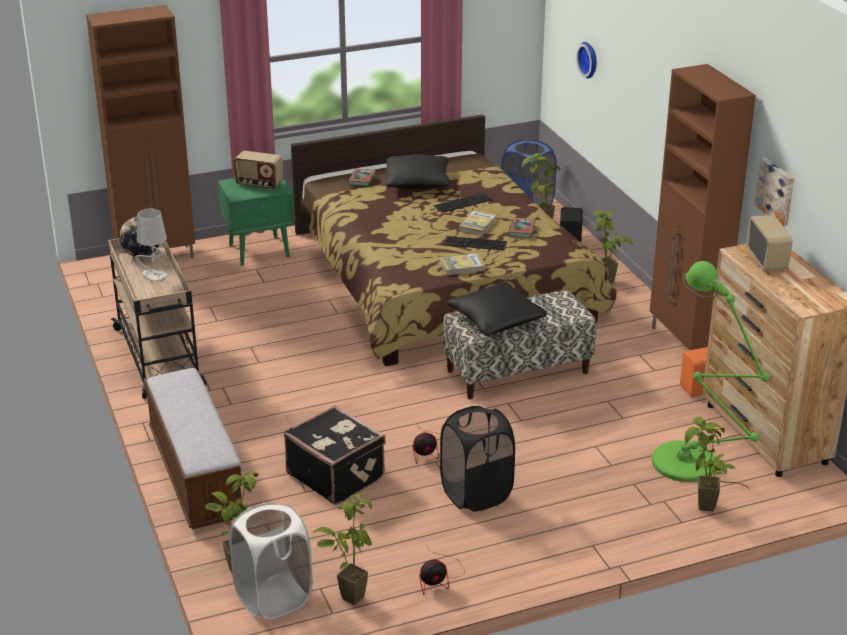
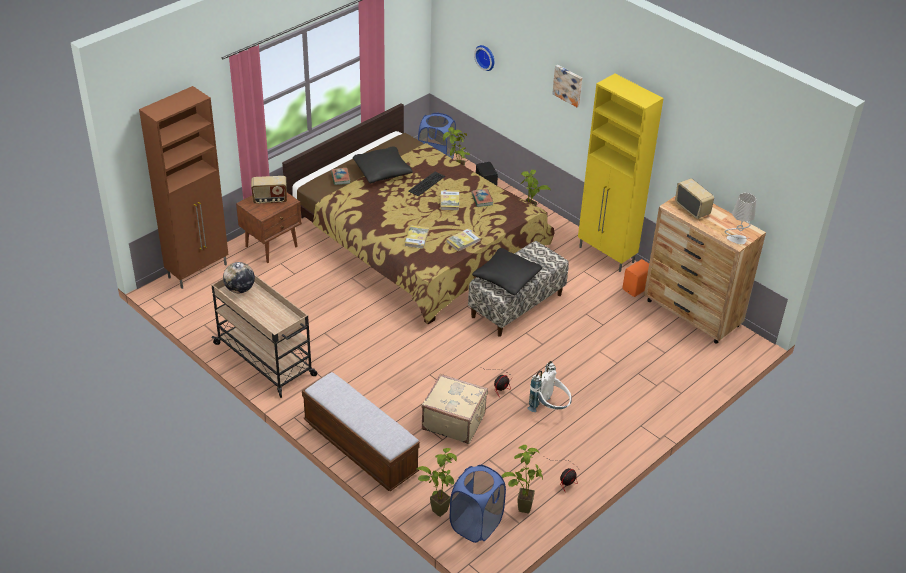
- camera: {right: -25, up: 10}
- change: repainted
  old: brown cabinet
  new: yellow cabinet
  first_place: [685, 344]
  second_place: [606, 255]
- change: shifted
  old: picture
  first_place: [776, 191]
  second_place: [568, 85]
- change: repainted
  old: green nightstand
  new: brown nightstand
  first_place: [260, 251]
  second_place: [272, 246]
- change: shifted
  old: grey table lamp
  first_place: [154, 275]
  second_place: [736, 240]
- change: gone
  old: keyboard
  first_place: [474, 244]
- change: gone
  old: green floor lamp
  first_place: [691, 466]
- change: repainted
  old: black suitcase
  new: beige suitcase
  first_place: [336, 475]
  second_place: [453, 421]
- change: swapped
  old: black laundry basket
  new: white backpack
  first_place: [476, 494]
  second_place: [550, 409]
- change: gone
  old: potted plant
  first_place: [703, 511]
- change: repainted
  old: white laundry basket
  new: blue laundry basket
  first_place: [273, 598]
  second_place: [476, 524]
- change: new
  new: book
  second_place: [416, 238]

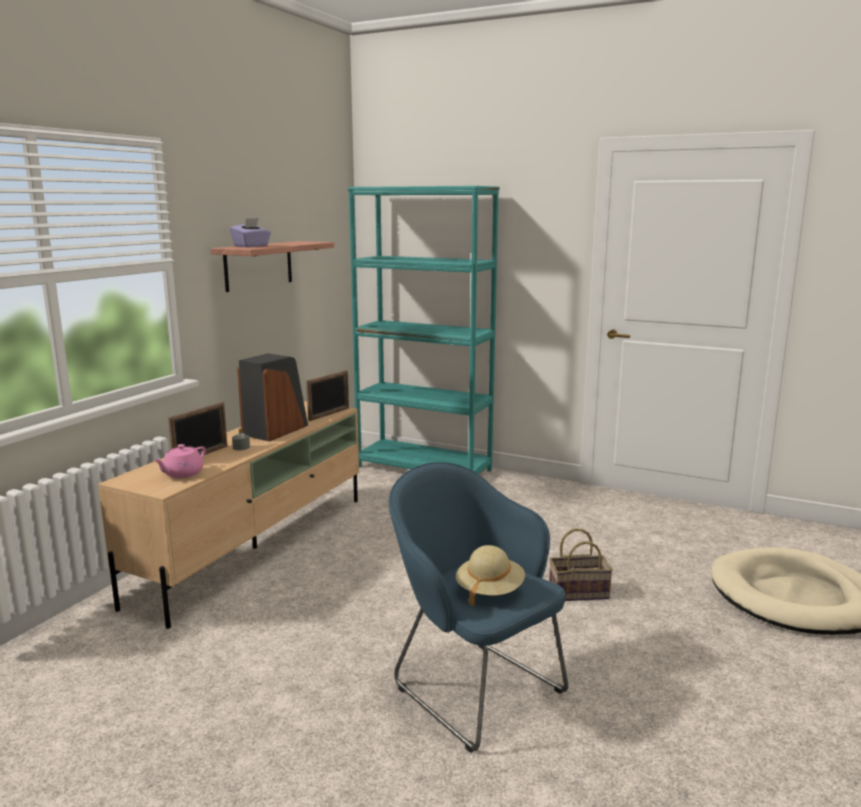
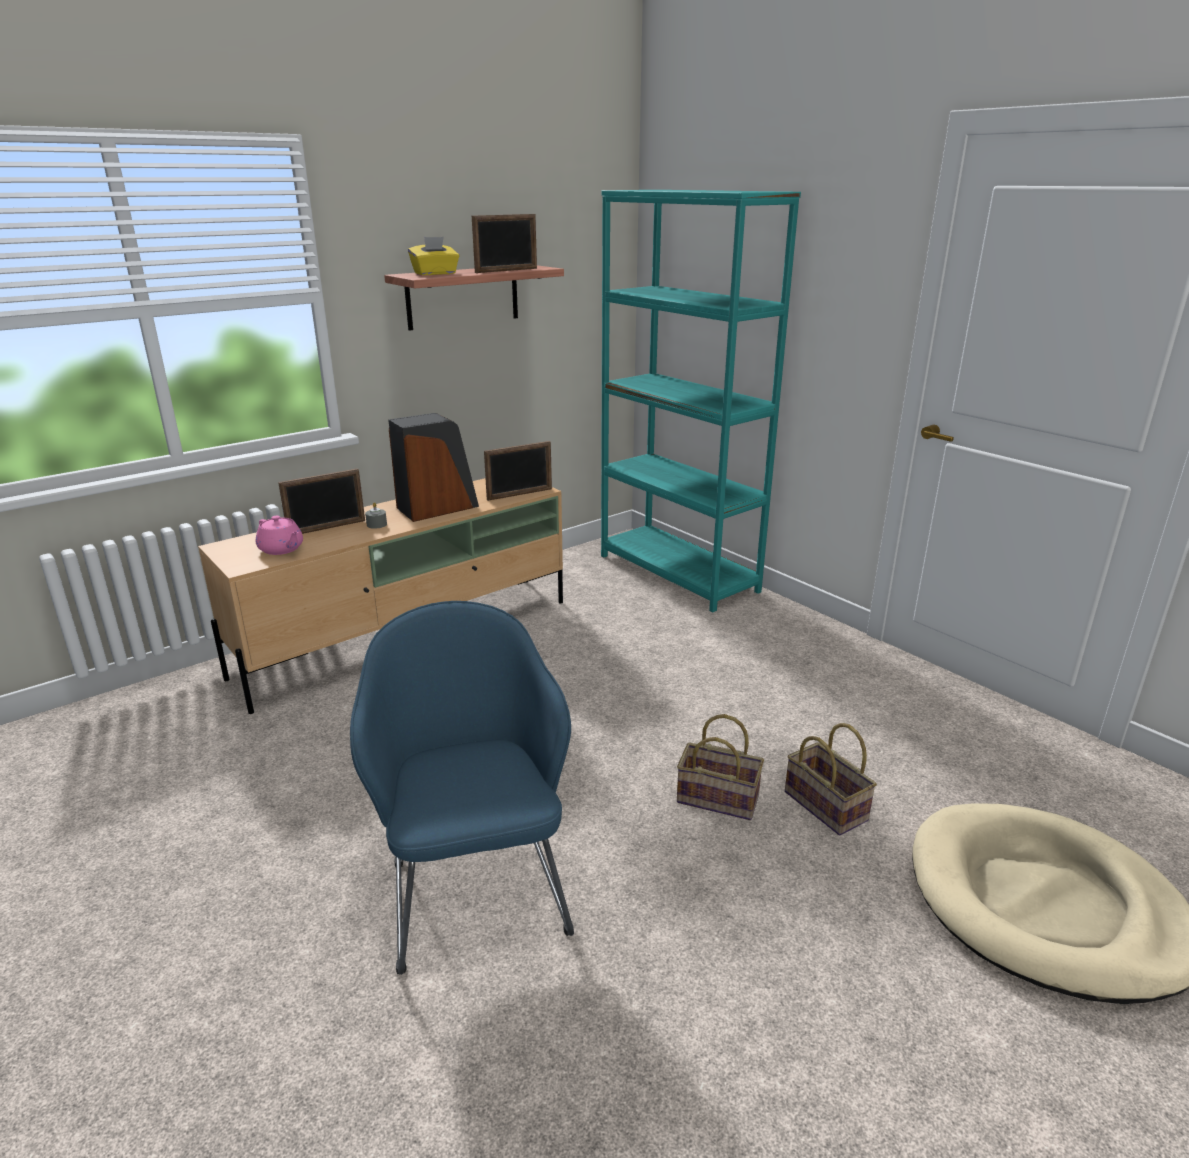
- camera: {right: 25, up: 10}
- change: repainted
  old: purple tissue box
  new: yellow tissue box
  first_place: [251, 246]
  second_place: [435, 273]
- change: rotated
  old: pink teapot
  first_place: [182, 474]
  second_place: [282, 549]
  degrees: -105
- change: gone
  old: beige hat
  first_place: [489, 590]
- change: new
  new: picture frame
  second_place: [506, 270]
- change: new
  new: basket
  second_place: [828, 806]

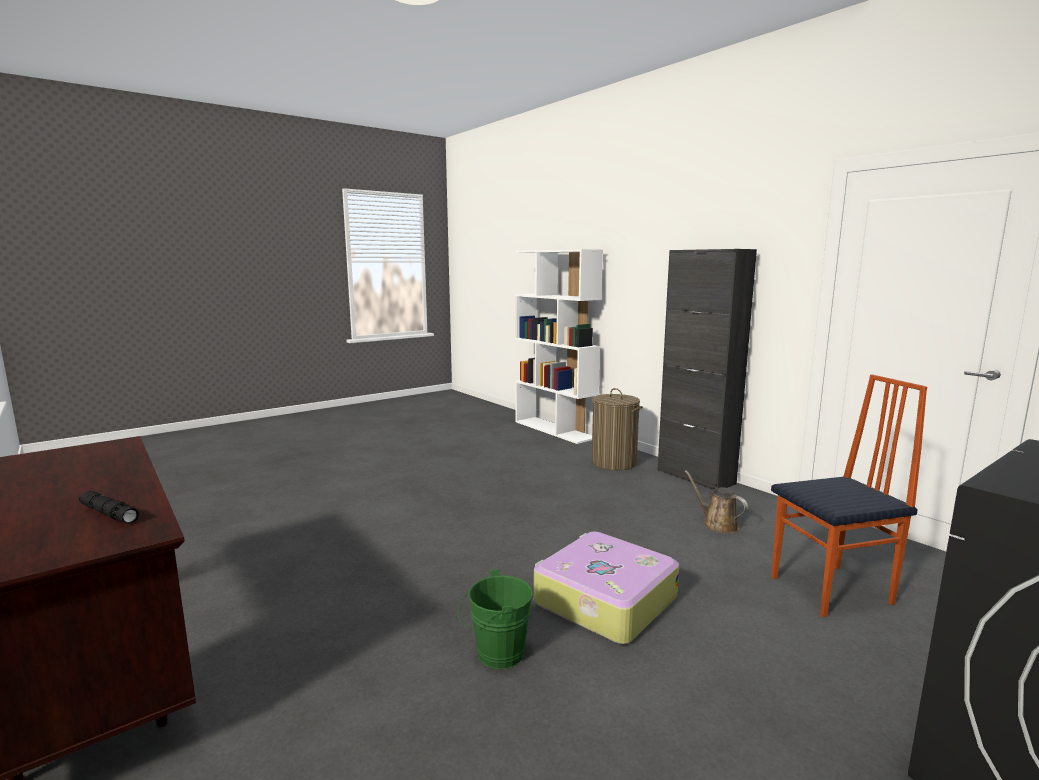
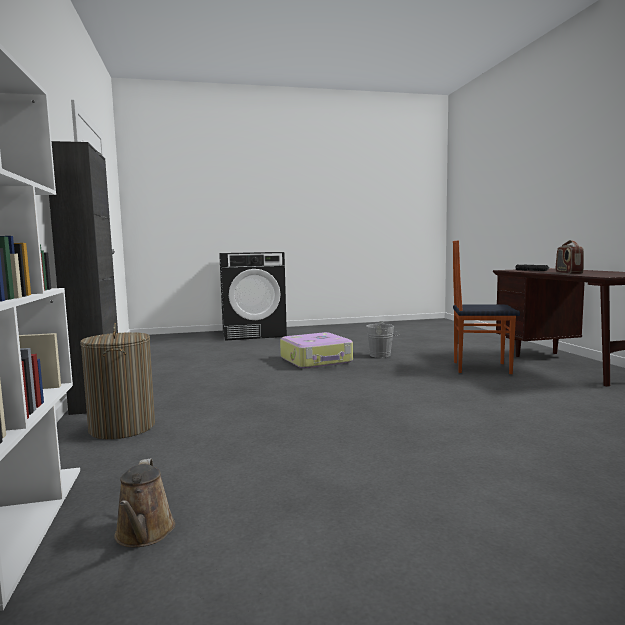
- camera: {right: -155, up: -5}
- change: shifted
  old: chair
  first_place: [832, 591]
  second_place: [480, 367]
- change: shifted
  old: brown watering can
  first_place: [717, 524]
  second_place: [144, 534]
- change: repainted
  old: green bucket
  new: grey bucket
  first_place: [495, 654]
  second_place: [382, 355]
- change: new
  new: radio
  second_place: [568, 273]

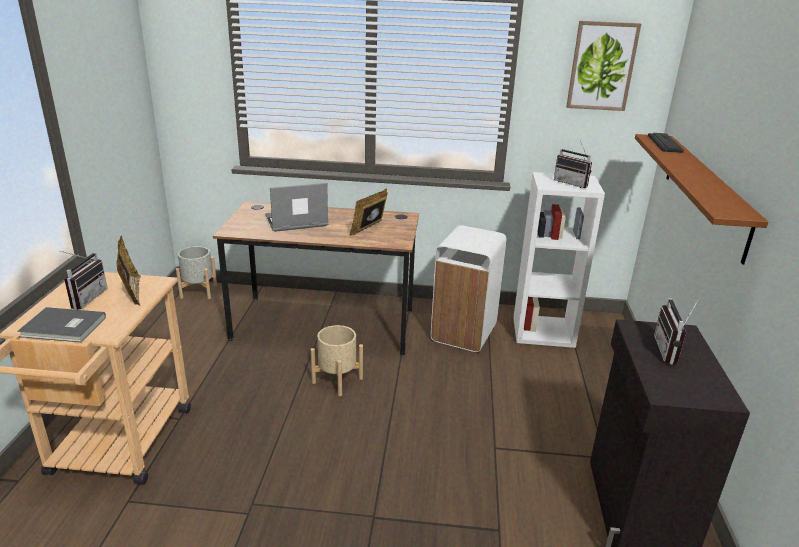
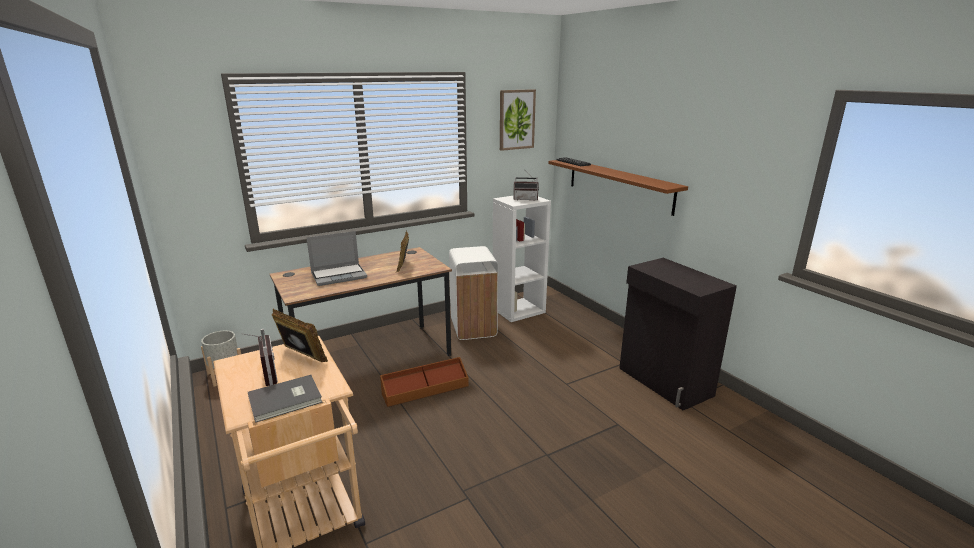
- camera: {right: -35, up: -5}
- change: rotated
  old: laptop
  first_place: [295, 222]
  second_place: [339, 275]
  degrees: -150
- change: gone
  old: radio
  first_place: [671, 351]
- change: swapped
  old: beige planter
  new: brown storage box
  first_place: [337, 380]
  second_place: [425, 389]

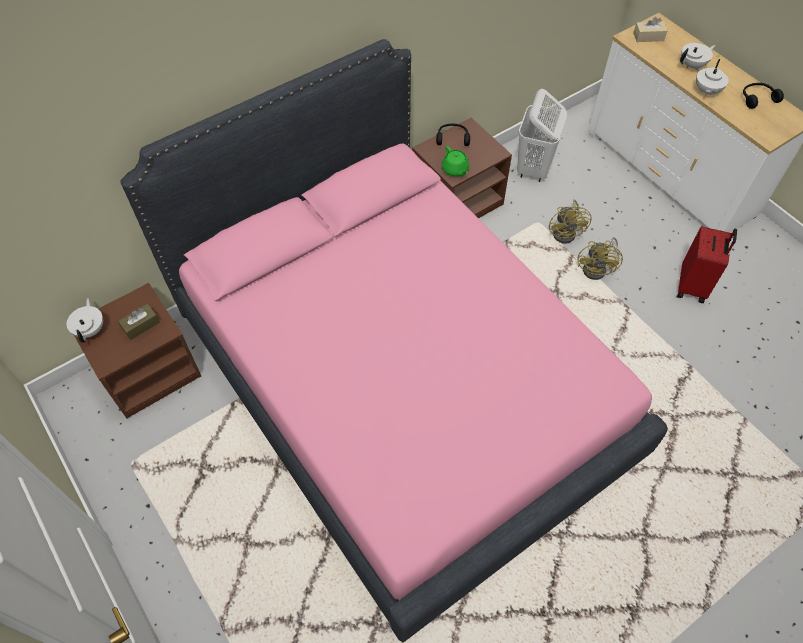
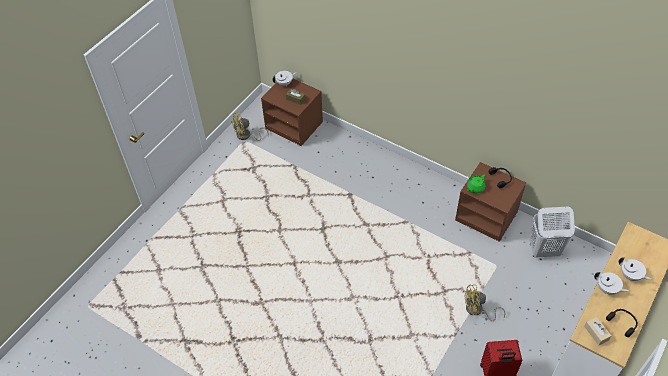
- camera: {right: 70, up: -5}
- change: shifted
  old: beige tissue box
  first_place: [648, 37]
  second_place: [596, 333]
- change: gone
  old: pink bed
  first_place: [401, 387]
- change: rotated
  old: white teapot
  first_place: [706, 91]
  second_place: [607, 289]
  degrees: -150
- change: shifted
  old: yellow fan
  first_place: [567, 232]
  second_place: [246, 136]

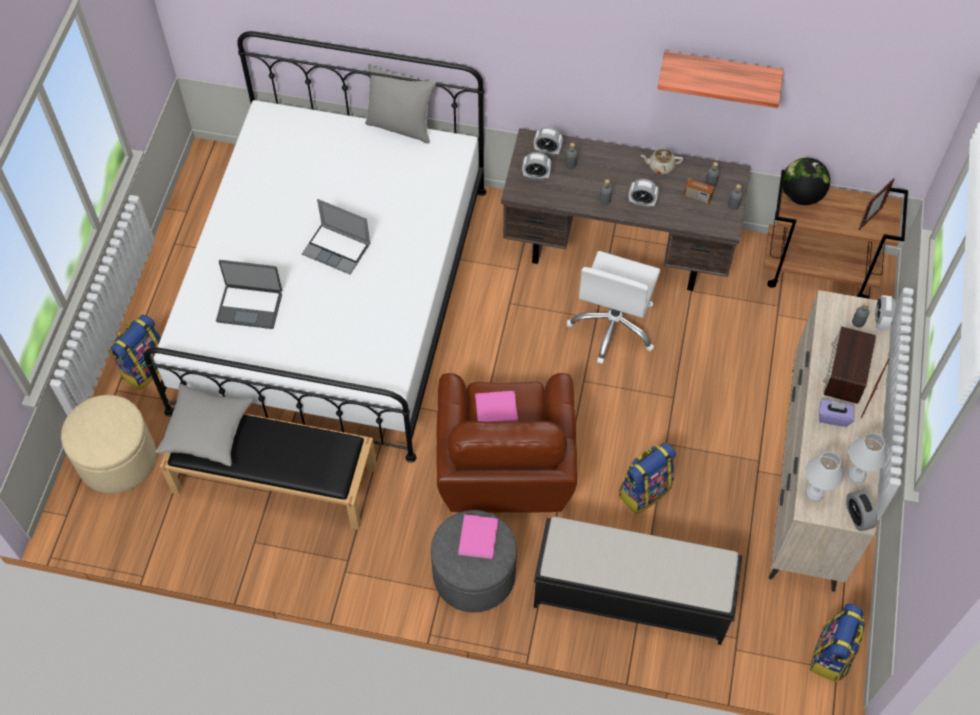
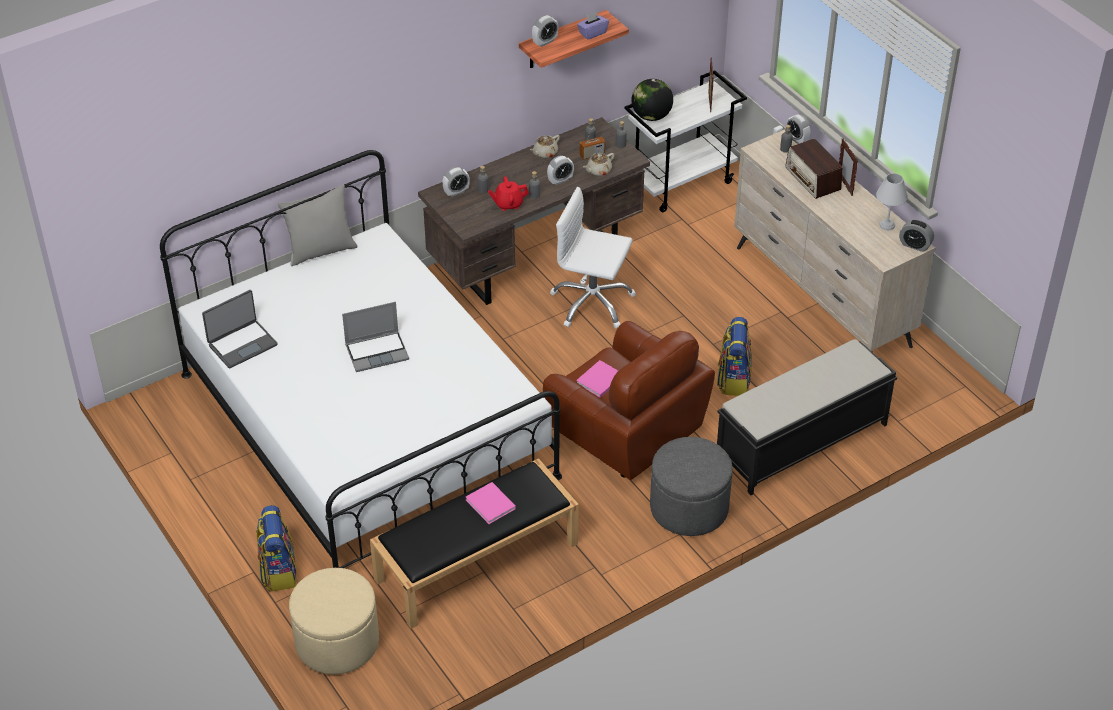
- camera: {right: -45, up: -15}
- change: shifted
  old: alarm clock
  first_place: [536, 175]
  second_place: [545, 42]
- change: repainted
  old: brown cart
  new: white cart
  first_place: [818, 270]
  second_place: [681, 182]
- change: rotated
  old: white office chair
  first_place: [613, 326]
  second_place: [592, 303]
  degrees: 135
- change: shifted
  old: laptop
  first_place: [250, 306]
  second_place: [242, 344]
- change: gone
  old: grey pillow
  first_place: [207, 431]
- change: shifted
  old: purple tissue box
  first_place: [833, 417]
  second_place: [592, 33]
- change: gone
  old: white table lamp
  first_place: [815, 492]
- change: shifted
  old: pink book
  first_place: [478, 538]
  second_place: [491, 505]
- change: gone
  old: backpack
  first_place: [832, 655]
- change: new
  new: beige teapot
  second_place: [598, 170]
- change: new
  new: red teapot
  second_place: [508, 204]

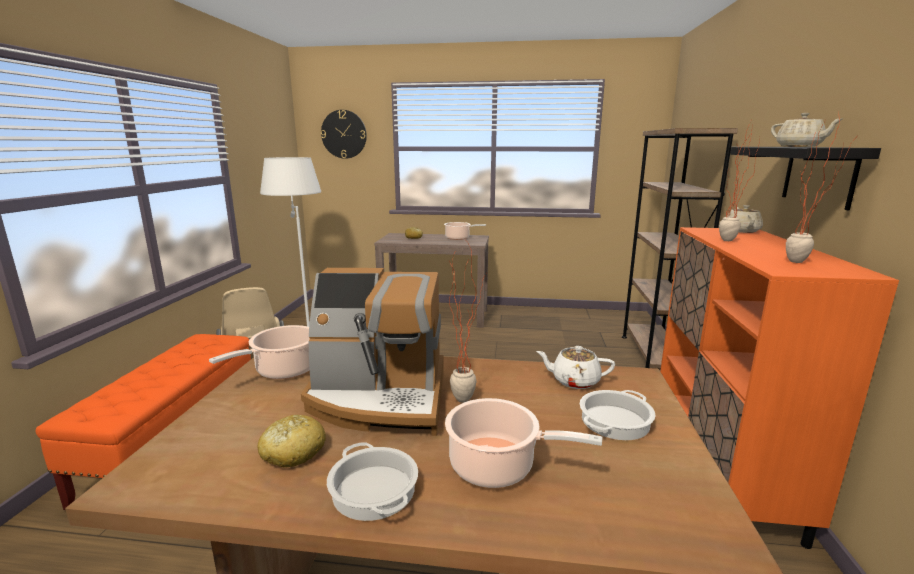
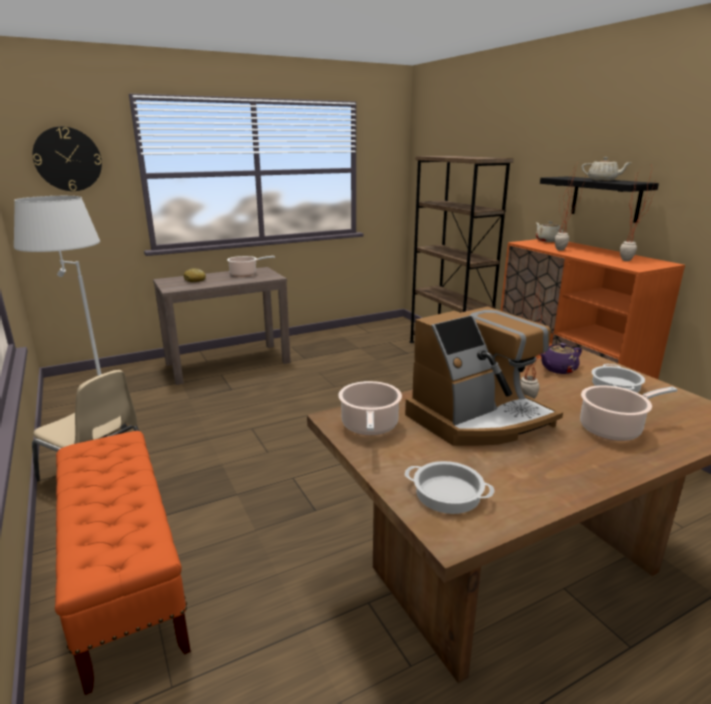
- camera: {right: -35, up: 5}
- change: repainted
  old: white teapot
  new: purple teapot
  first_place: [574, 381]
  second_place: [558, 369]
- change: gone
  old: bread
  first_place: [292, 452]
- change: shifted
  old: cooking pot
  first_place: [375, 490]
  second_place: [448, 493]

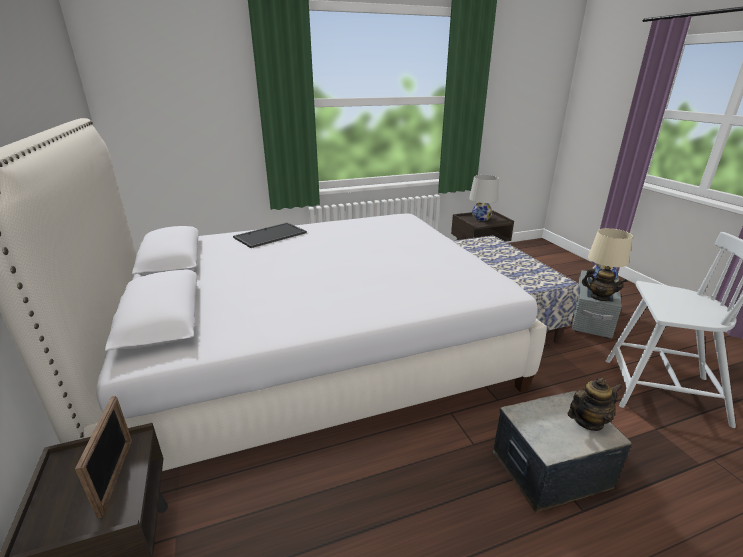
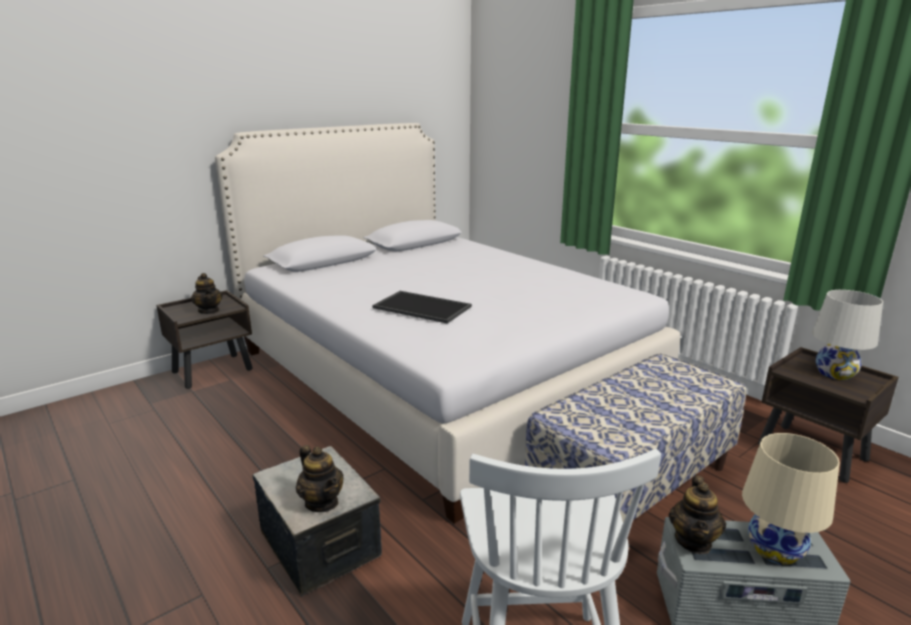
- camera: {right: 70, up: -5}
- change: shifted
  old: tray
  first_place: [270, 235]
  second_place: [423, 307]
- change: swapped
  old: picture frame
  new: teapot
  first_place: [116, 475]
  second_place: [209, 311]

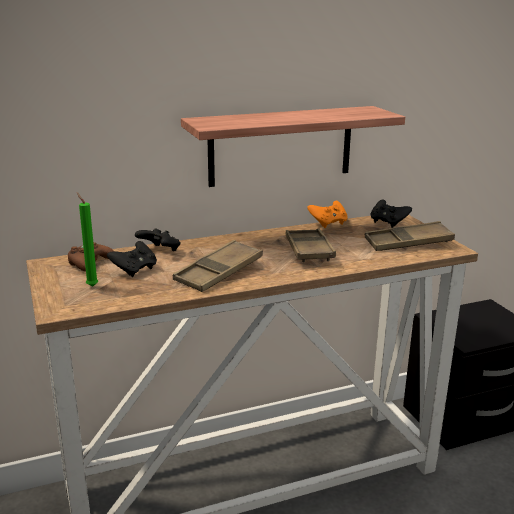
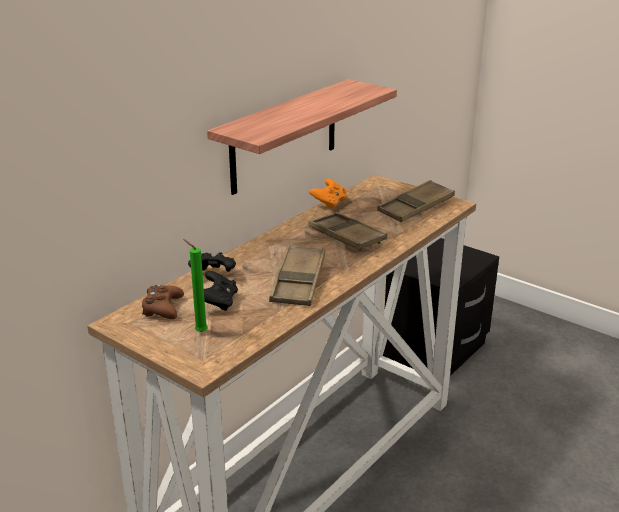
- camera: {right: -30, up: 5}
- change: gone
  old: black game controller
  first_place: [388, 223]

